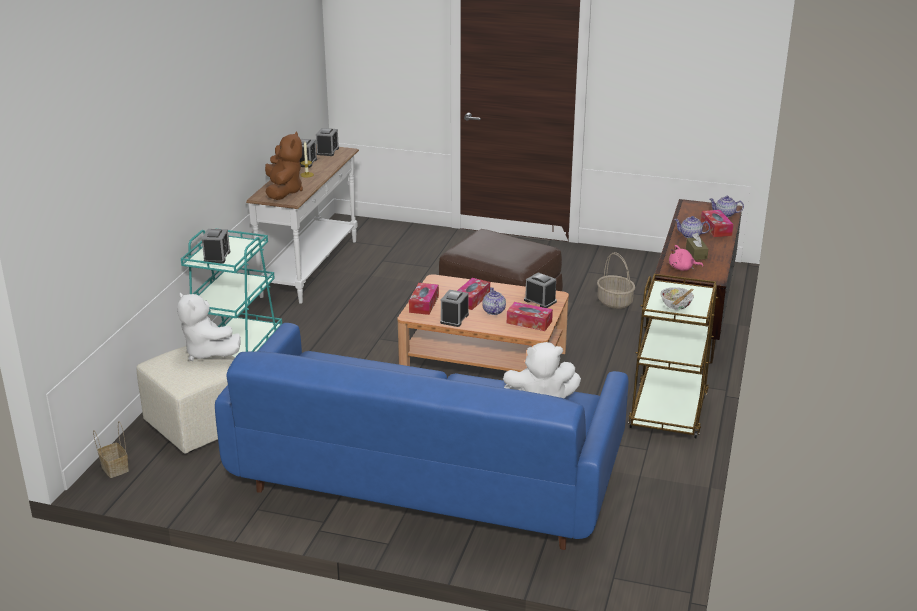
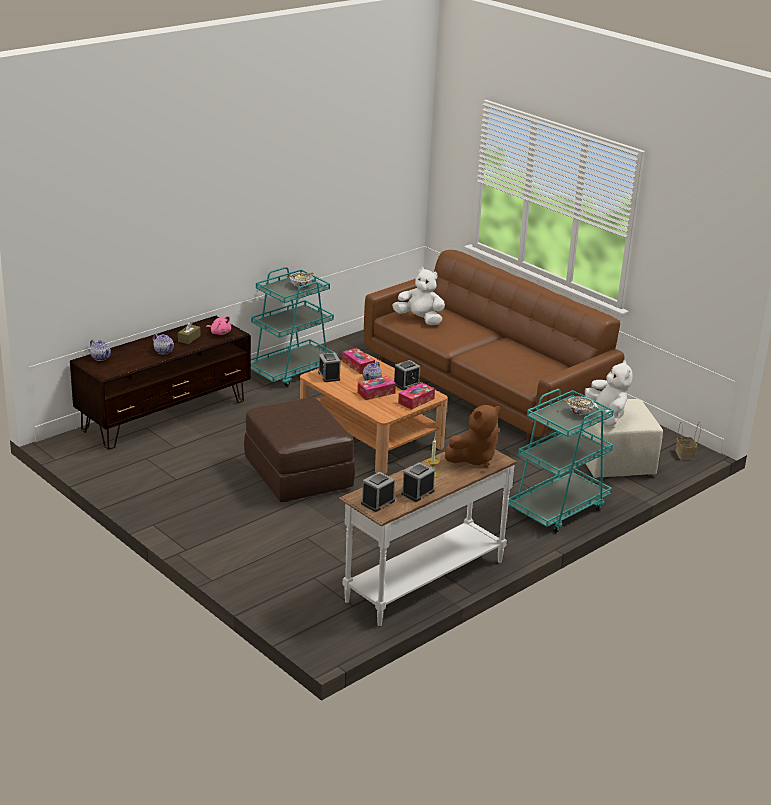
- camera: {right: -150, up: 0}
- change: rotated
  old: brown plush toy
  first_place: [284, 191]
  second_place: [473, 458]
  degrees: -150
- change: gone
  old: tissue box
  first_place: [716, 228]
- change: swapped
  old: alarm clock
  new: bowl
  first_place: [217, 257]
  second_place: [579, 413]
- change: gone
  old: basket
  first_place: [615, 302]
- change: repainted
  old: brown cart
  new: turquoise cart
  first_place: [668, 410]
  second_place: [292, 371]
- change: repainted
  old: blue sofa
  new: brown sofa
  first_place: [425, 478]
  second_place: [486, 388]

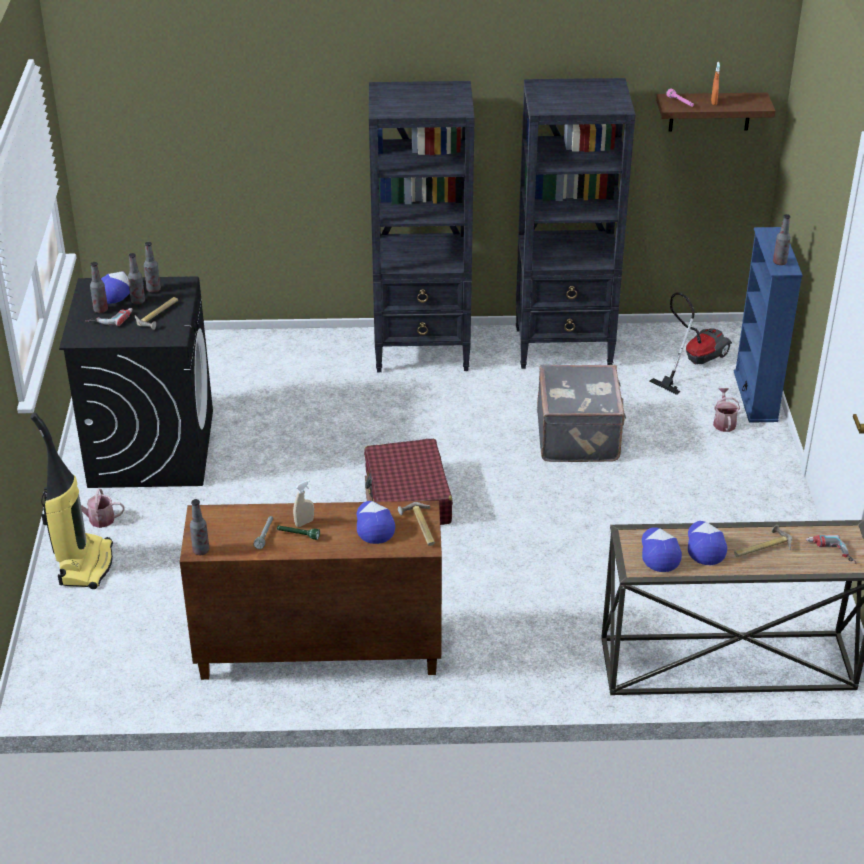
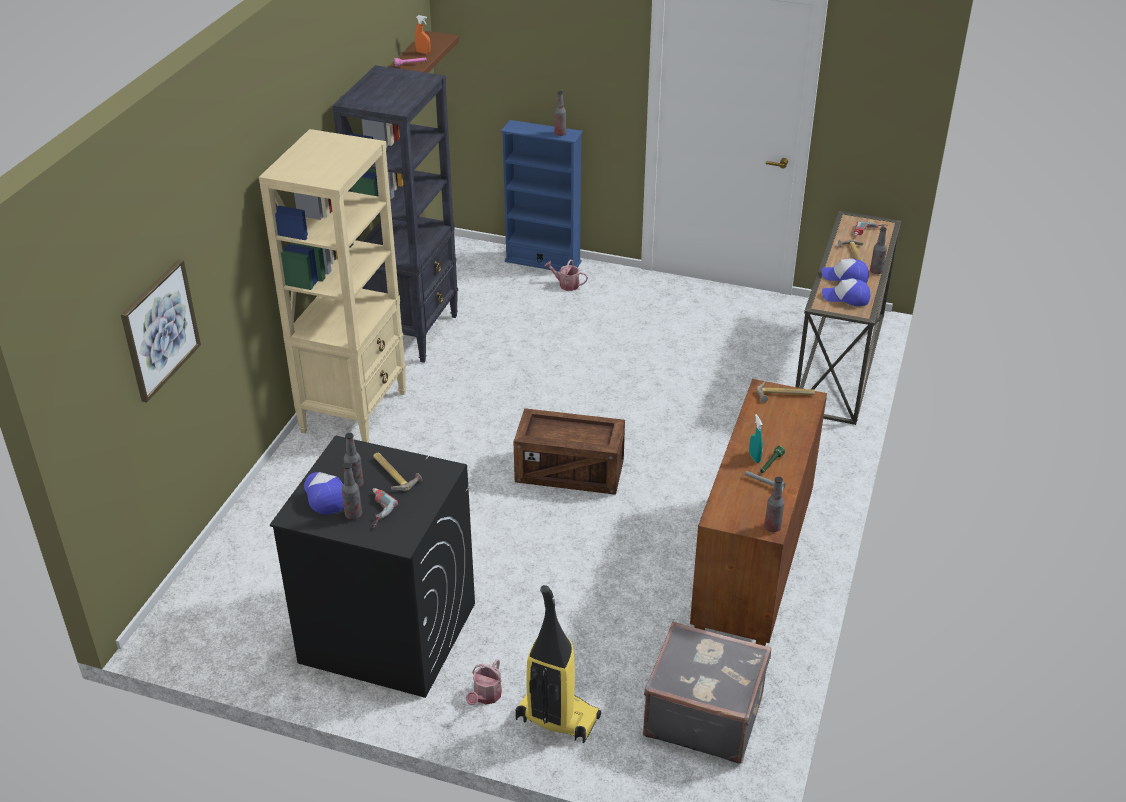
- camera: {right: -70, up: 0}
- change: repainted
  old: black bookcase
  new: beige bookcase
  first_place: [423, 351]
  second_place: [355, 411]
- change: shifted
  old: bottle
  first_place: [153, 289]
  second_place: [876, 271]
- change: gone
  old: vacuum cleaner
  first_place: [693, 361]
- change: shifted
  old: grey suitcase
  first_place: [579, 436]
  second_place: [703, 714]
- change: swapped
  old: red suitcase
  new: crate
  first_place: [407, 498]
  second_place: [569, 472]
- change: repainted
  old: beige spray bottle
  new: turquoise spray bottle
  first_place: [304, 523]
  second_place: [754, 457]
- change: gone
  old: cap
  first_place: [373, 525]
- change: new
  new: picture
  second_place: [160, 329]

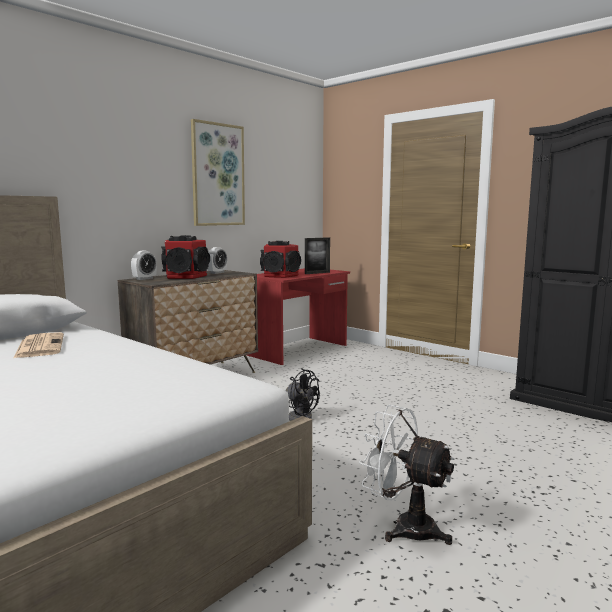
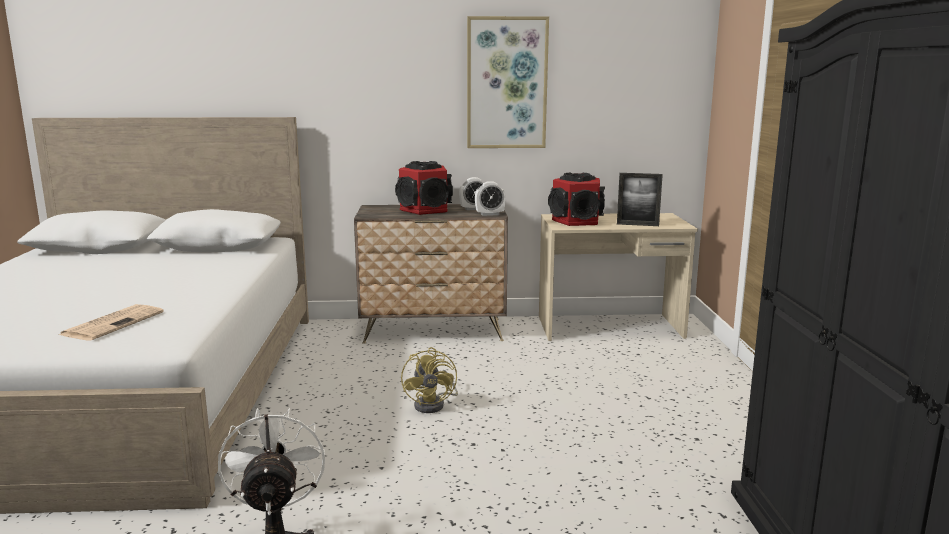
- camera: {right: 45, up: 5}
- change: shifted
  old: alarm clock
  first_place: [144, 279]
  second_place: [490, 214]
- change: repainted
  old: red desk
  new: beige desk
  first_place: [298, 350]
  second_place: [610, 327]
- change: shifted
  old: newspaper
  first_place: [39, 346]
  second_place: [113, 323]
- change: repainted
  old: black fan
  new: yellow fan
  first_place: [299, 416]
  second_place: [434, 404]

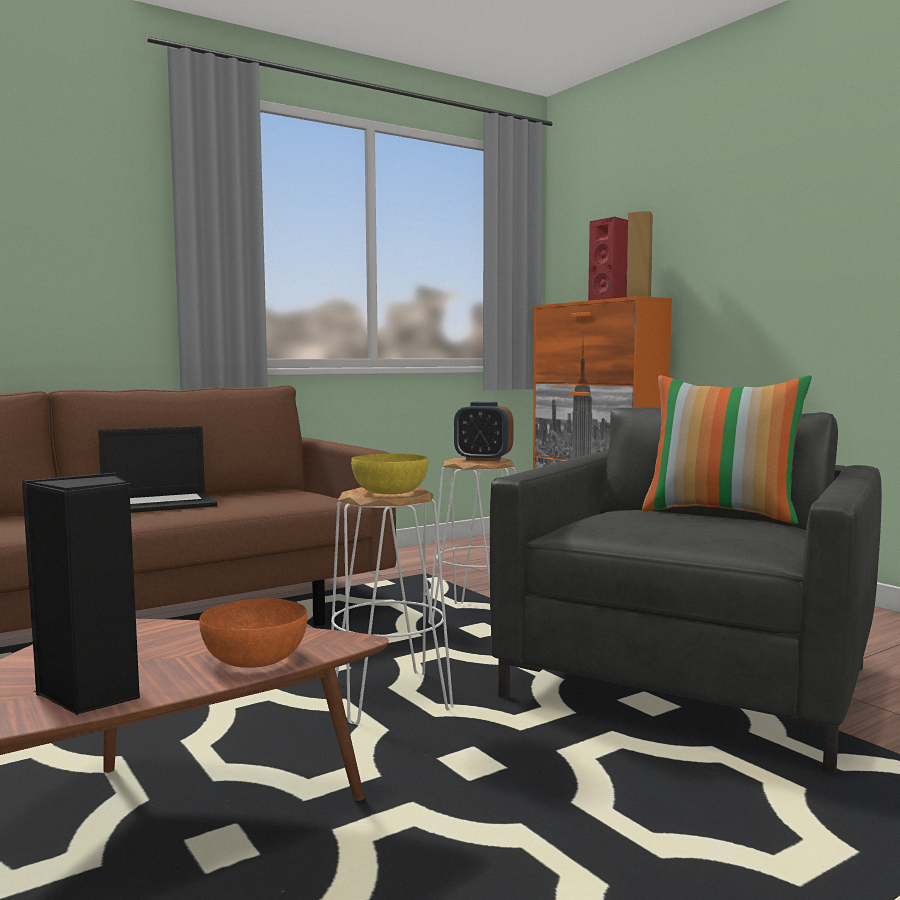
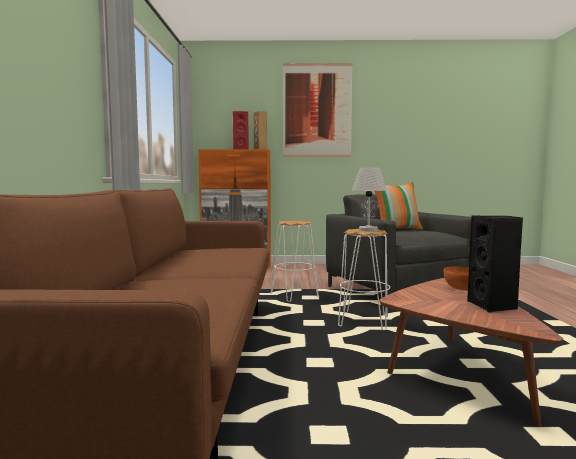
- camera: {right: -55, up: 0}
- change: gone
  old: alarm clock
  first_place: [483, 459]
- change: gone
  old: laptop
  first_place: [159, 504]
- change: swapped
  old: yellow bowl
  new: white table lamp
  first_place: [389, 492]
  second_place: [368, 230]
- change: new
  new: picture
  second_place: [317, 110]

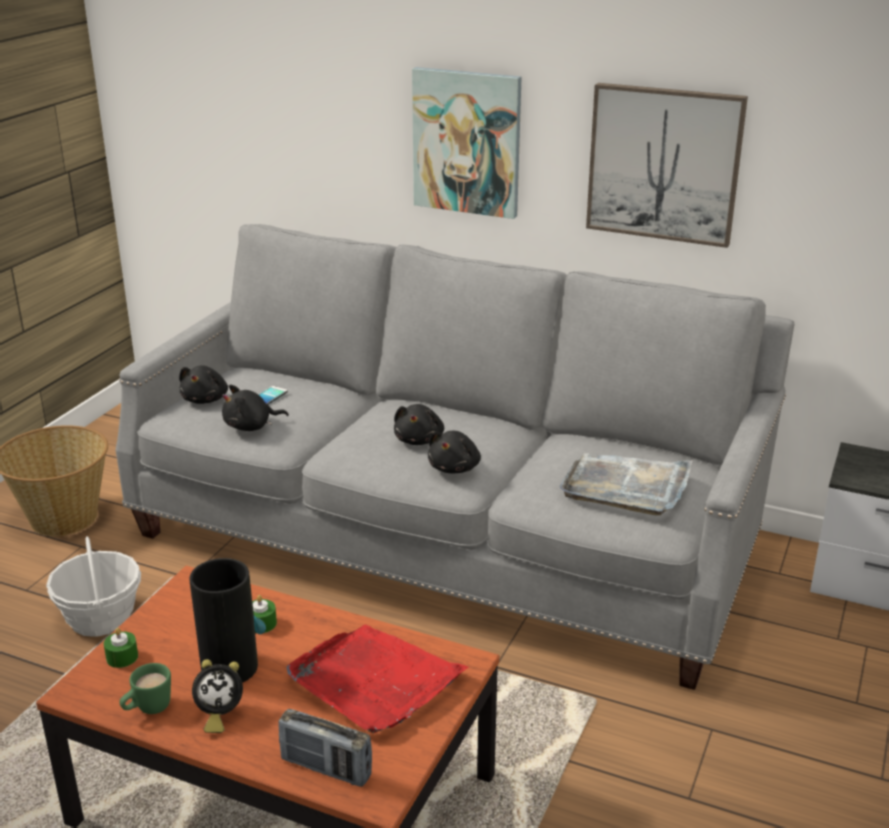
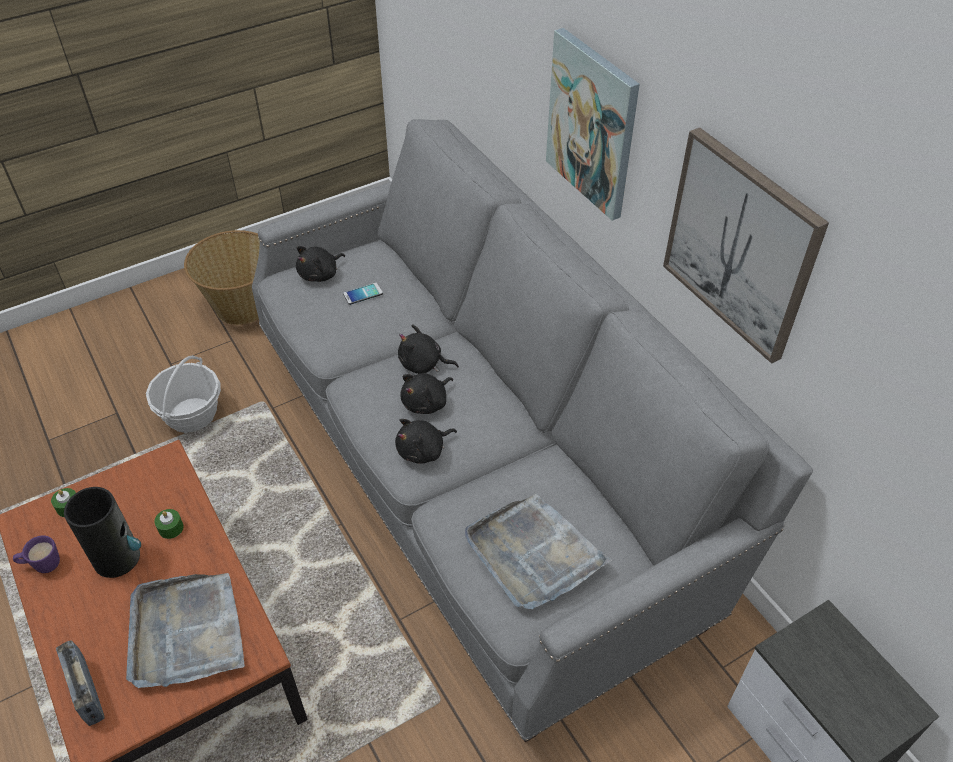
- camera: {right: 35, up: 20}
- change: shifted
  old: black plush toy
  first_place: [251, 426]
  second_place: [423, 364]
- change: repainted
  old: red tray
  new: grey tray
  first_place: [374, 681]
  second_place: [186, 633]
- change: gone
  old: alarm clock
  first_place: [218, 715]
- change: repainted
  old: green mug
  new: purple mug
  first_place: [148, 709]
  second_place: [42, 565]

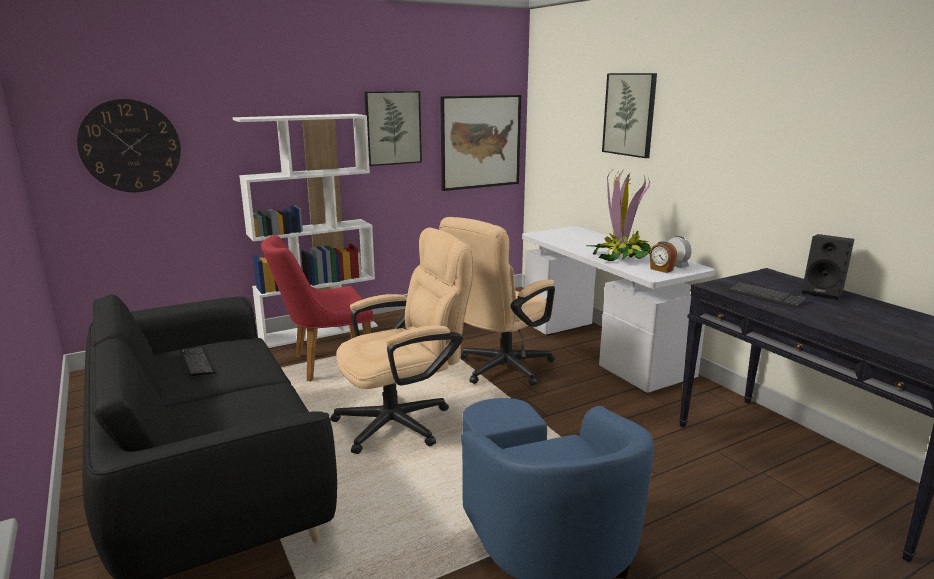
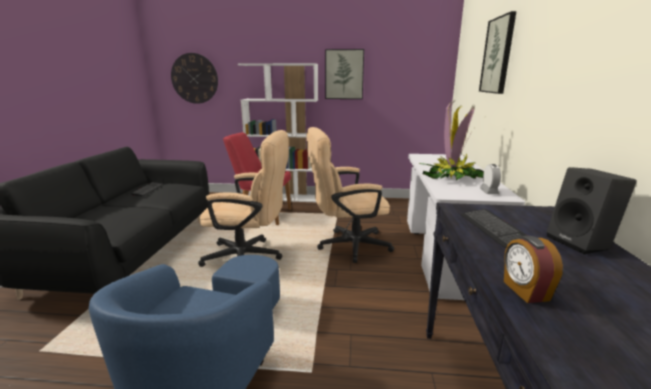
- camera: {right: 35, up: 0}
- change: gone
  old: picture
  first_place: [480, 142]
- change: shifted
  old: alarm clock
  first_place: [661, 270]
  second_place: [524, 291]

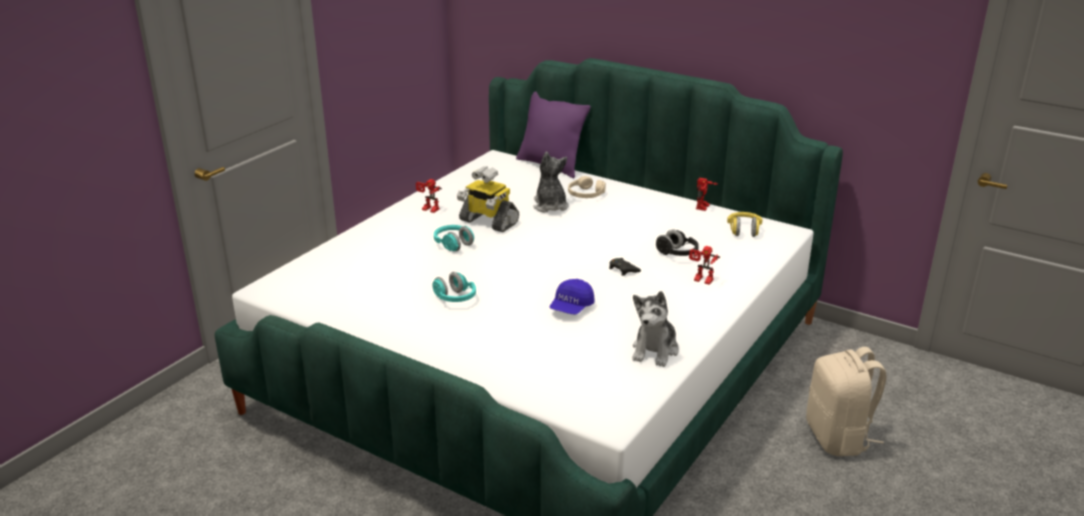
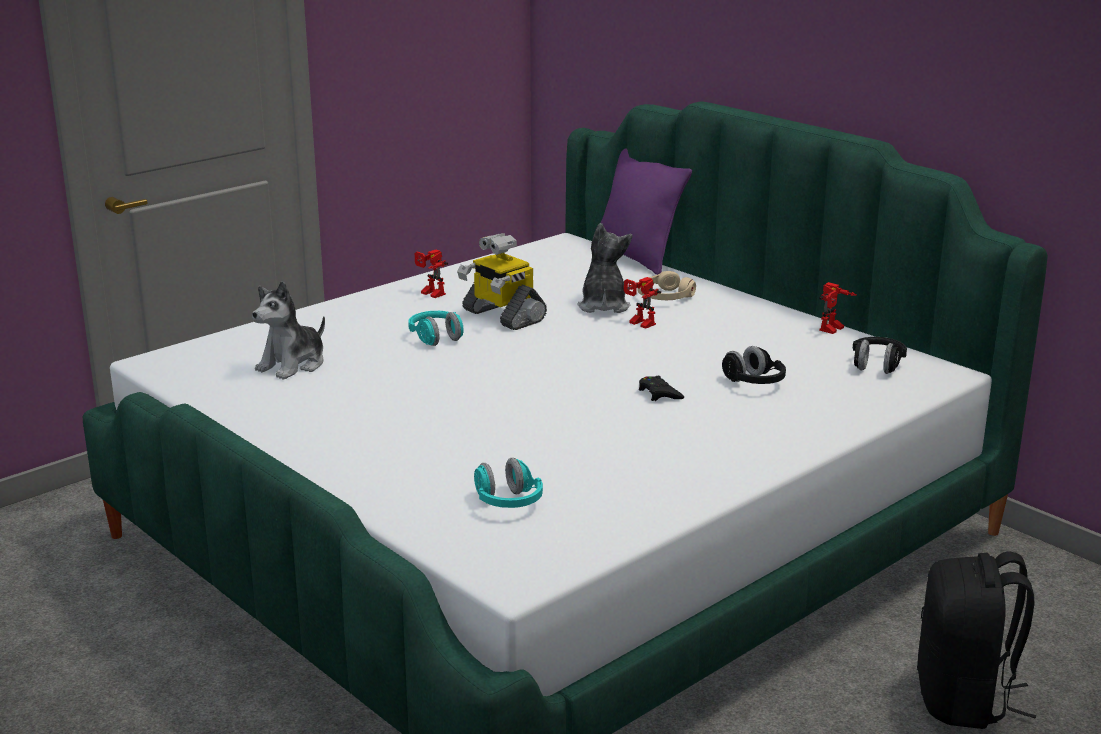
- camera: {right: 15, up: -5}
- change: repainted
  old: yellow headphones
  new: black headphones
  first_place: [743, 231]
  second_place: [876, 365]
- change: shifted
  old: toy robot
  first_place: [701, 280]
  second_place: [639, 324]
- change: shifted
  old: turquoise headphones
  first_place: [455, 298]
  second_place: [507, 502]
- change: gone
  old: blue cap
  first_place: [571, 308]
- change: shifted
  old: plush toy
  first_place: [655, 350]
  second_place: [293, 365]
- change: repainted
  old: beige backpack
  new: black backpack
  first_place: [838, 438]
  second_place: [964, 700]

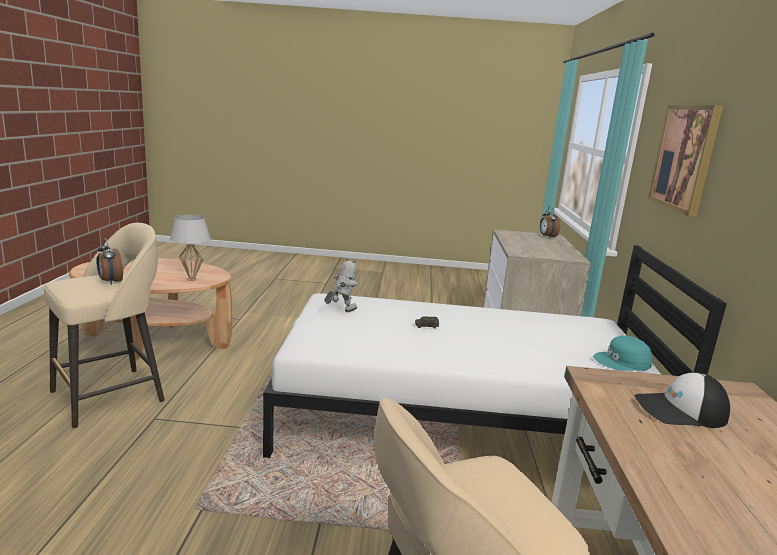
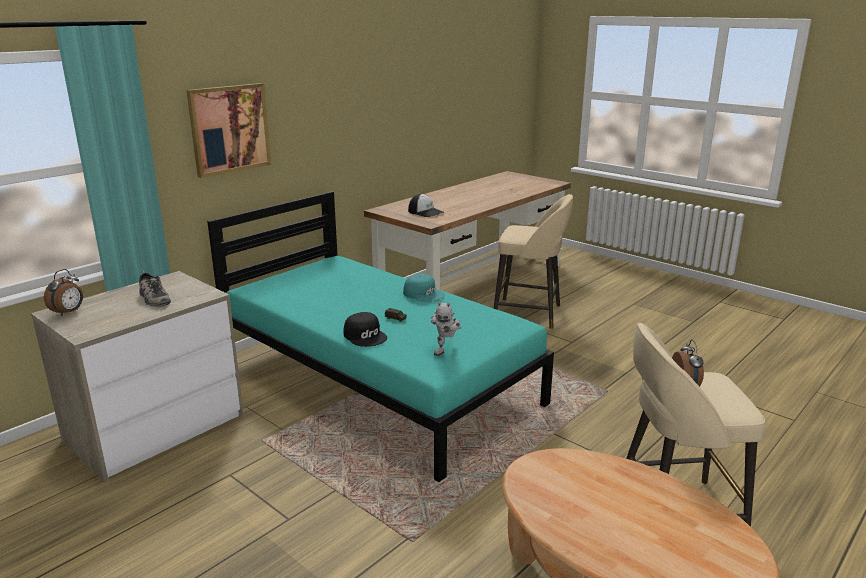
- camera: {right: -140, up: 5}
- change: gone
  old: white table lamp
  first_place: [191, 279]
- change: repainted
  old: white bed
  new: turquoise bed
  first_place: [459, 422]
  second_place: [378, 380]
- change: rotated
  old: toy robot
  first_place: [341, 311]
  second_place: [446, 350]
  degrees: -60
- change: shifted
  old: turquoise cap
  first_place: [622, 361]
  second_place: [424, 294]
- change: new
  new: shoe
  second_place: [153, 298]
- change: new
  new: black cap
  second_place: [365, 336]

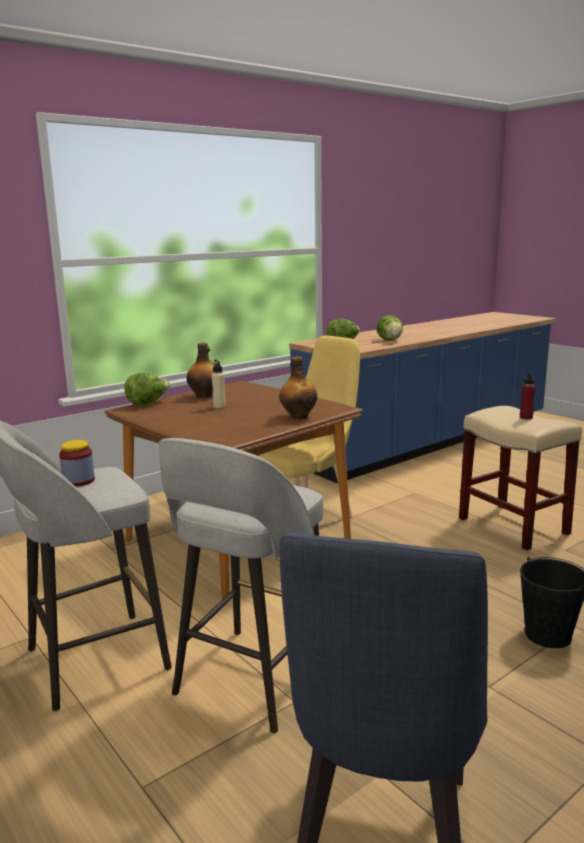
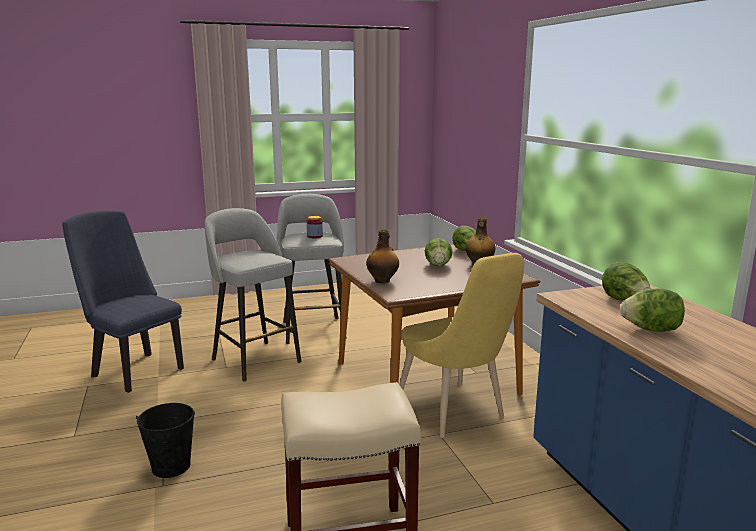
- camera: {right: 110, up: 0}
- change: swapped
  old: beige bottle
  new: lettuce
  first_place: [219, 406]
  second_place: [438, 265]
- change: gone
  old: red bottle
  first_place: [526, 417]

